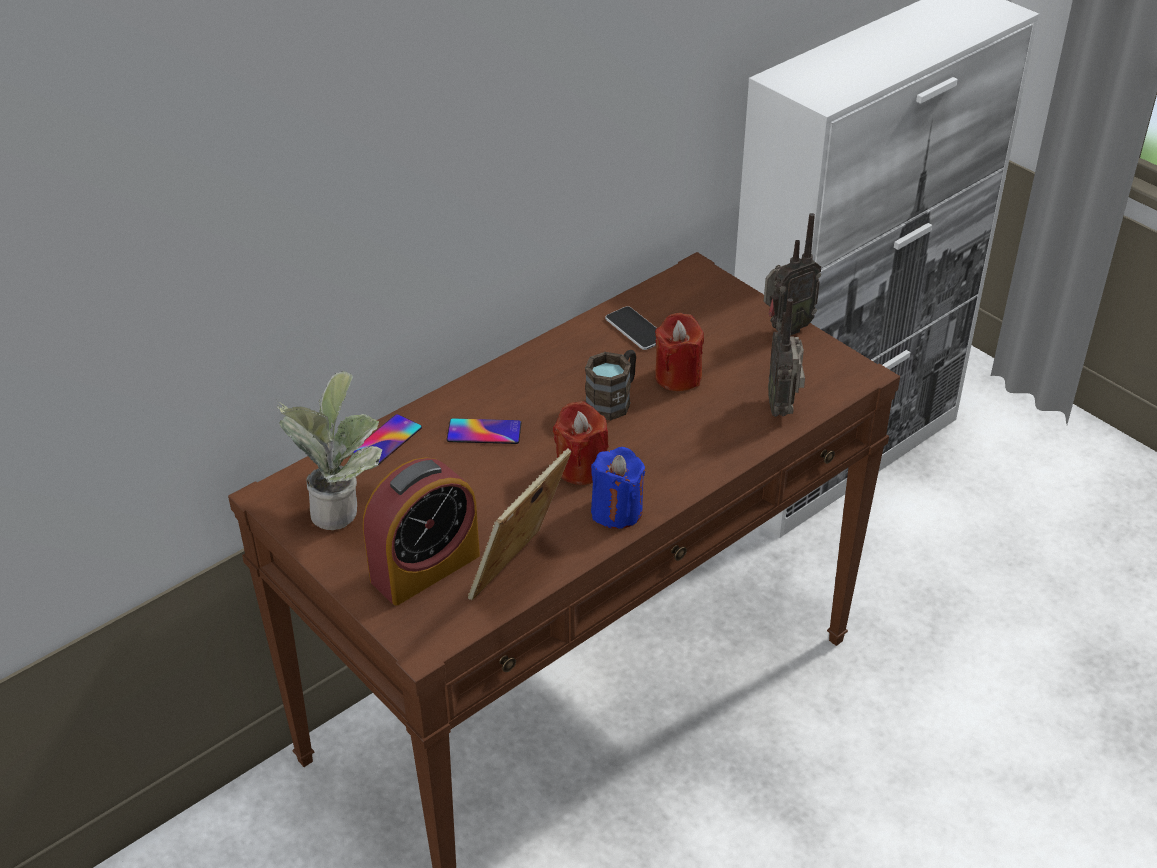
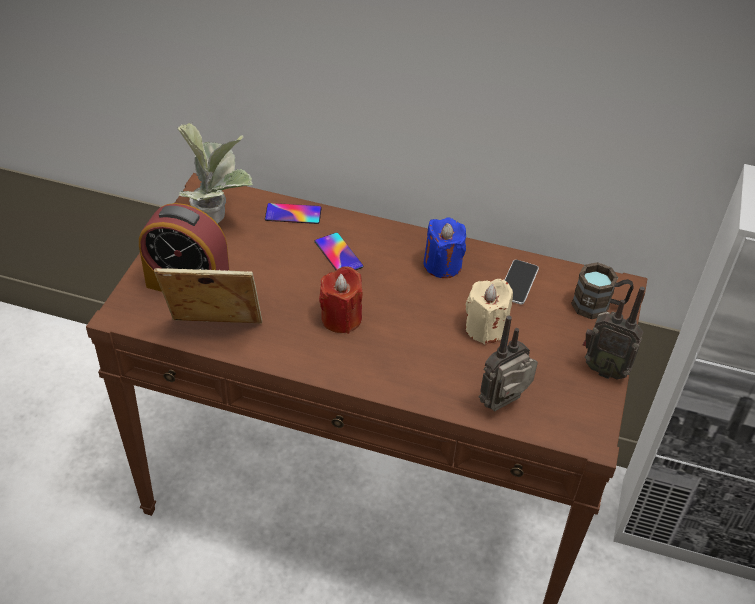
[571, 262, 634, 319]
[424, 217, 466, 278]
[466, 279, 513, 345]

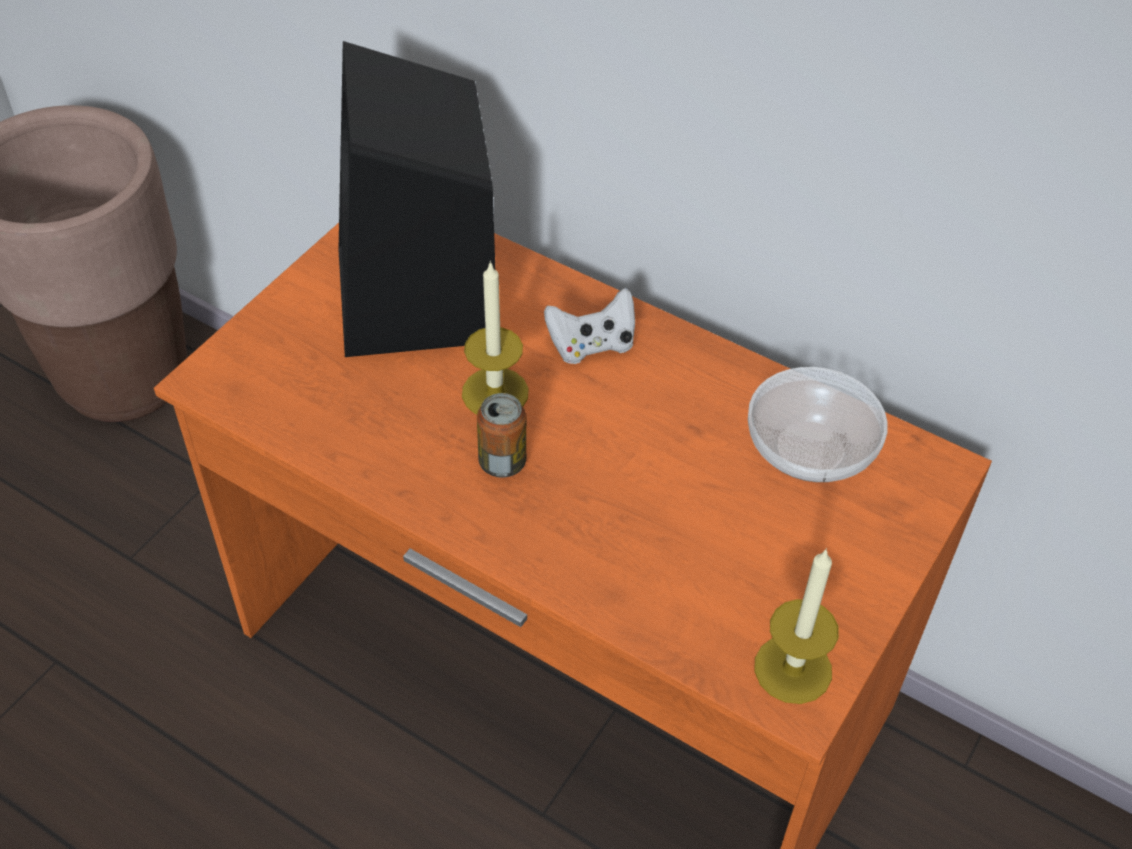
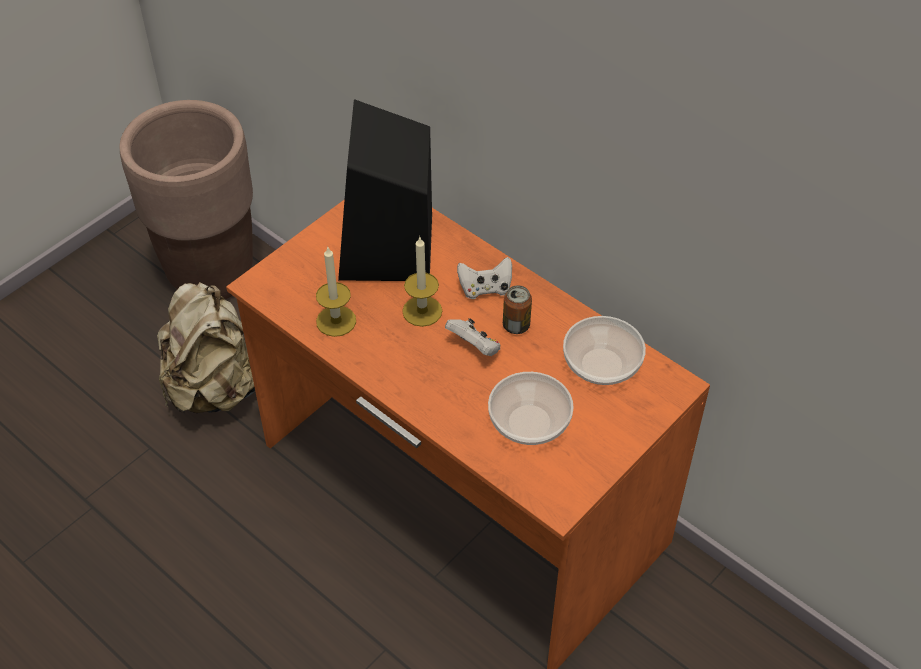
[503, 285, 532, 334]
[316, 247, 356, 337]
[157, 282, 255, 414]
[445, 318, 500, 356]
[488, 372, 574, 445]

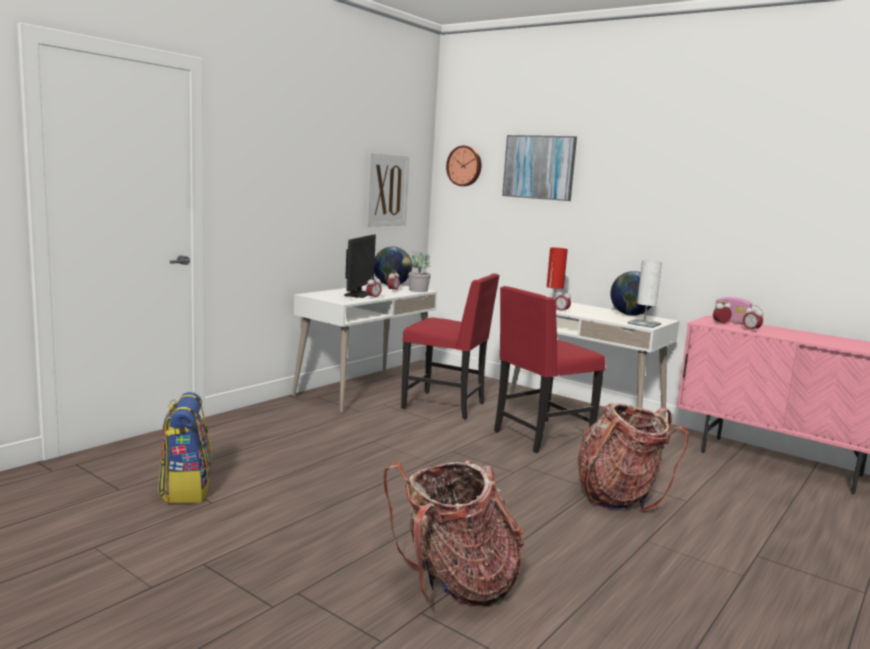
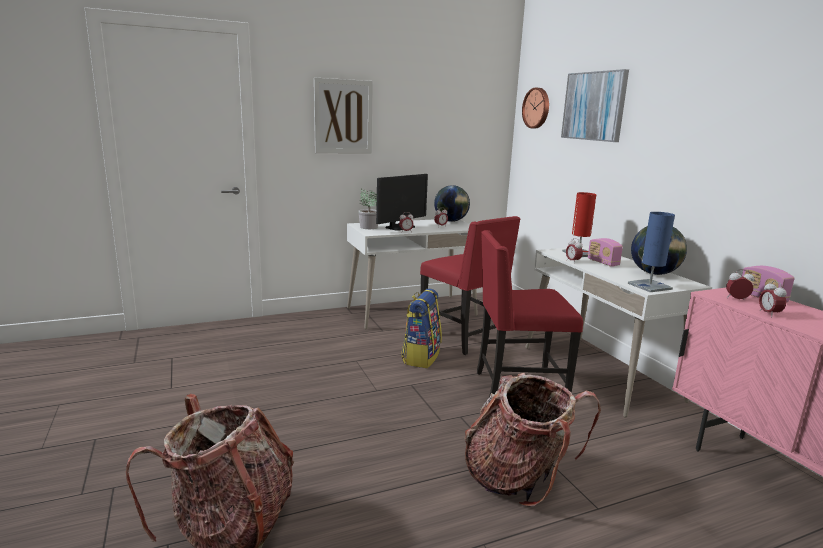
[401, 288, 442, 368]
[314, 77, 373, 154]
[358, 189, 378, 229]
[628, 212, 675, 292]
[588, 238, 623, 267]

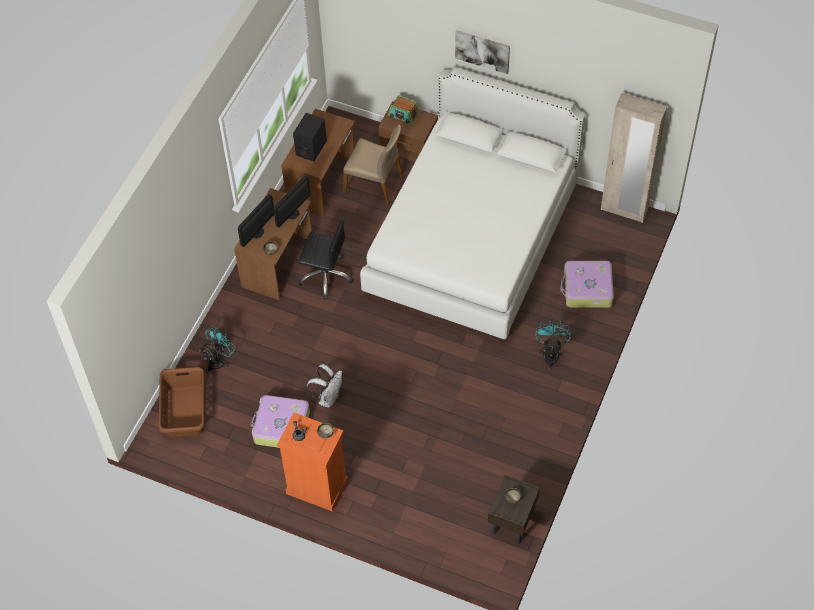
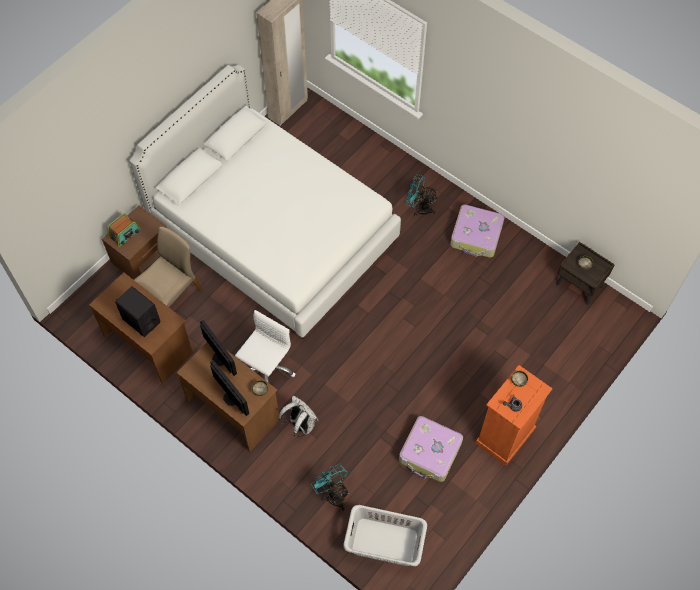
[344, 505, 427, 566]
[235, 310, 295, 383]
[279, 395, 318, 438]
[455, 30, 510, 74] (first image)
[450, 204, 505, 258]

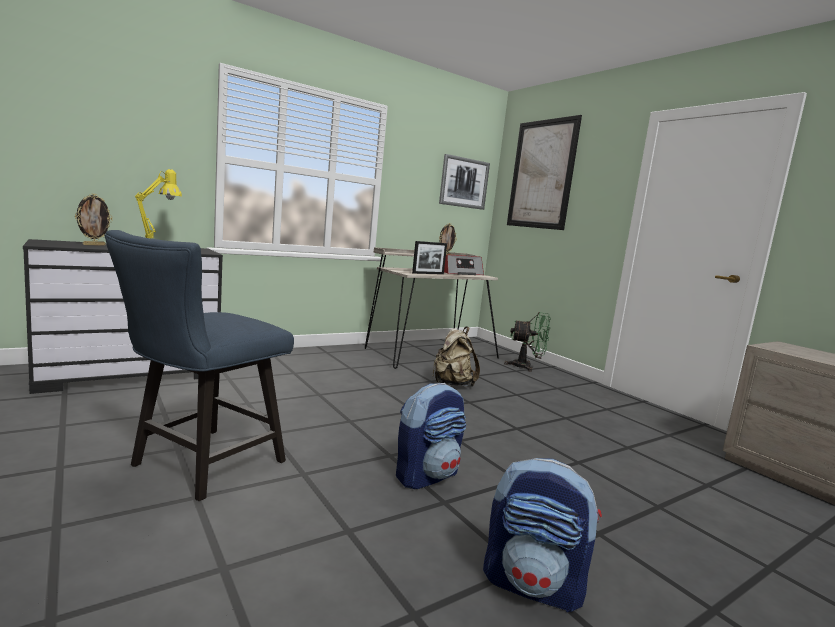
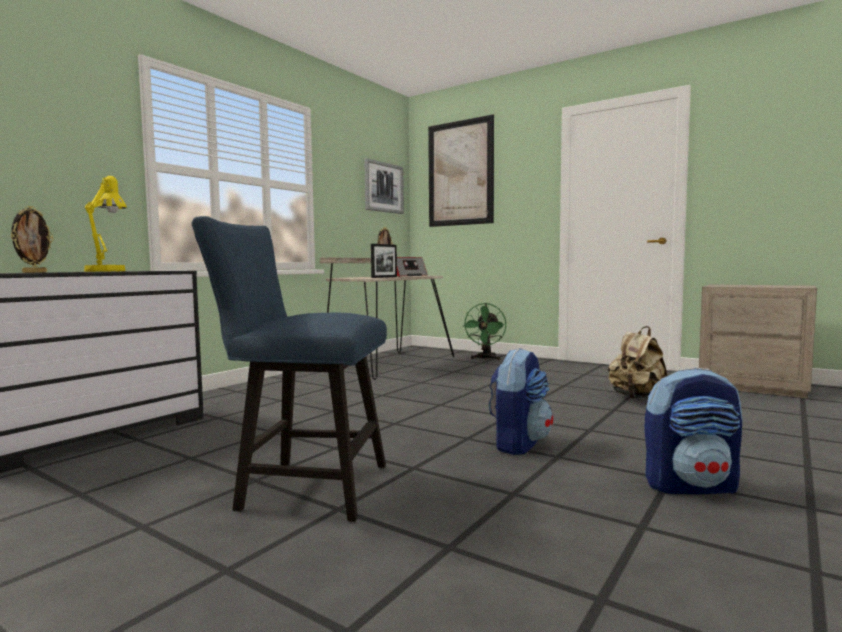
[191, 216, 387, 522]
[608, 326, 667, 399]
[463, 303, 506, 360]

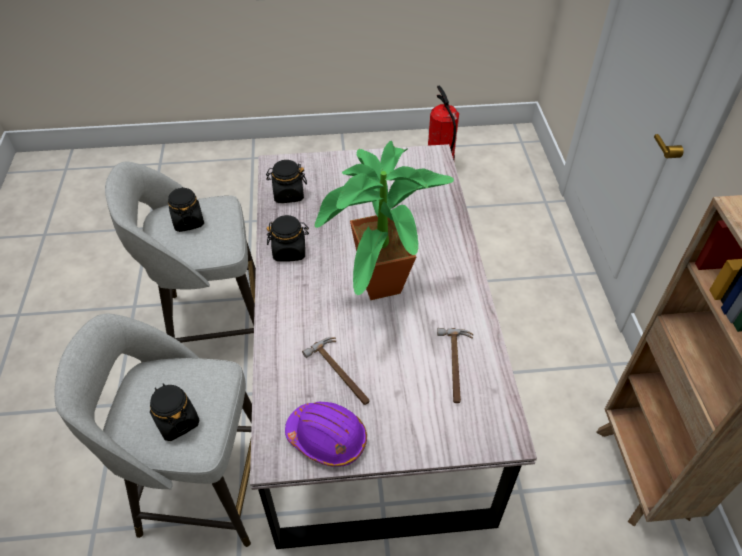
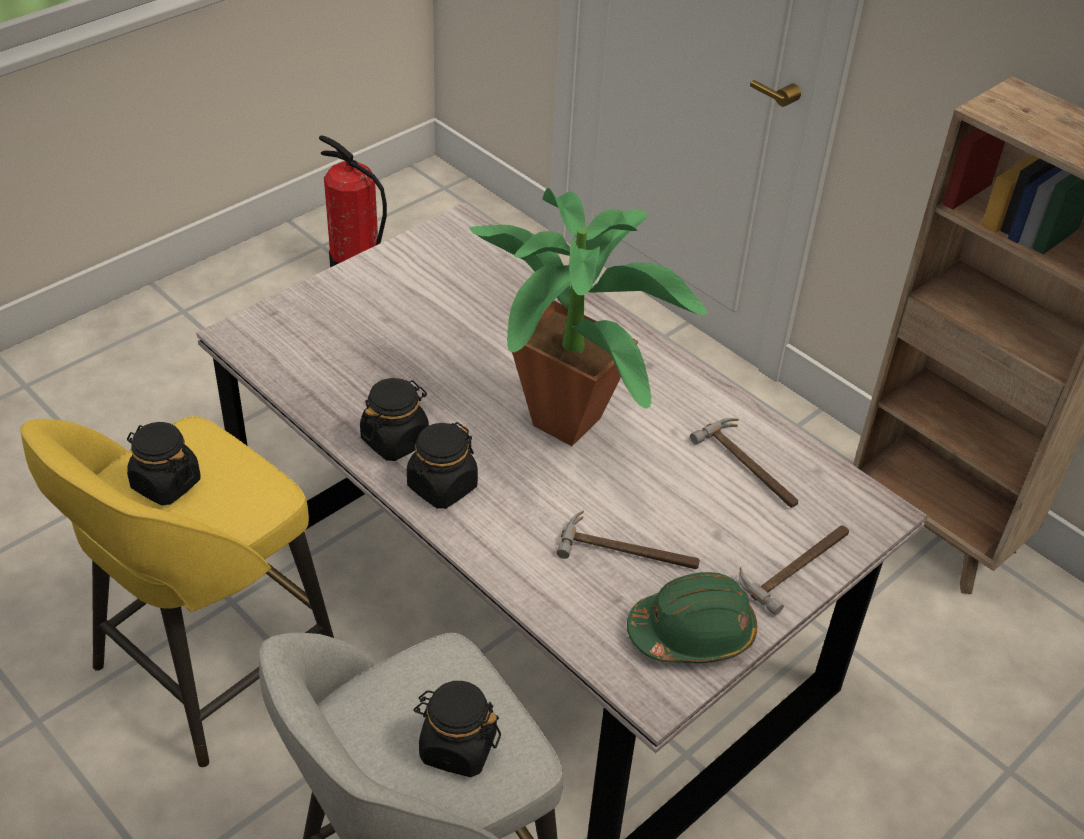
[20, 416, 334, 767]
[407, 422, 478, 509]
[627, 572, 757, 663]
[739, 525, 849, 616]

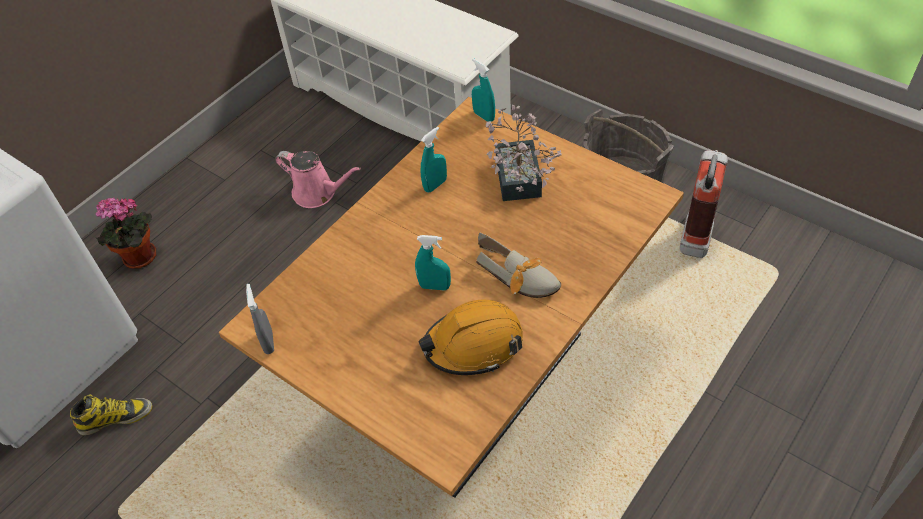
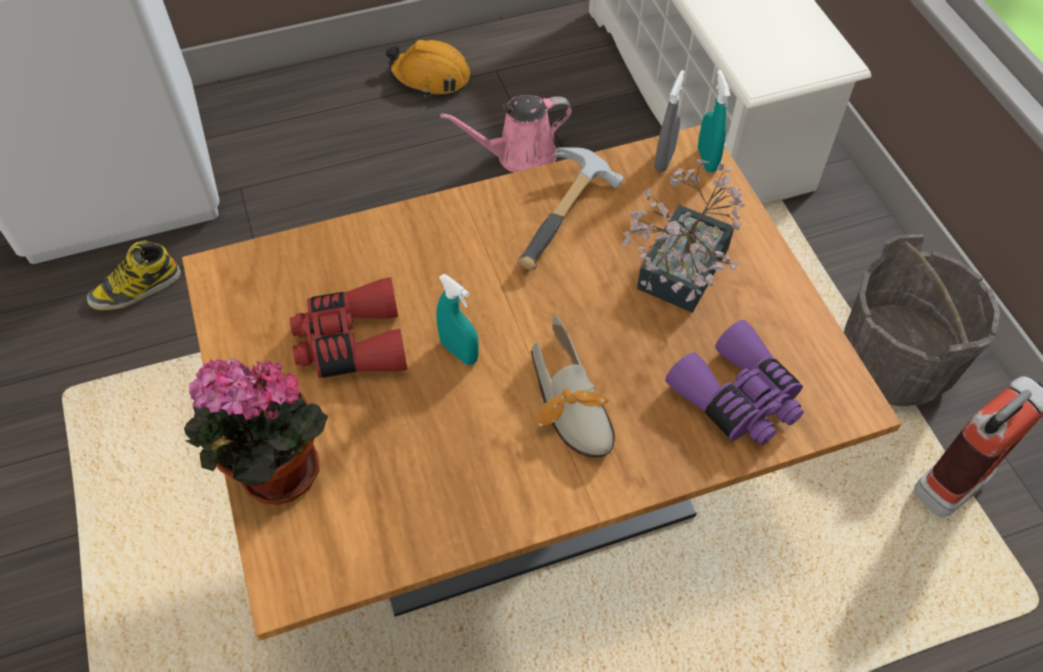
[87, 240, 181, 310]
[184, 358, 328, 505]
[654, 70, 685, 172]
[440, 95, 572, 172]
[386, 40, 470, 97]
[518, 147, 624, 270]
[290, 277, 408, 378]
[665, 320, 804, 445]

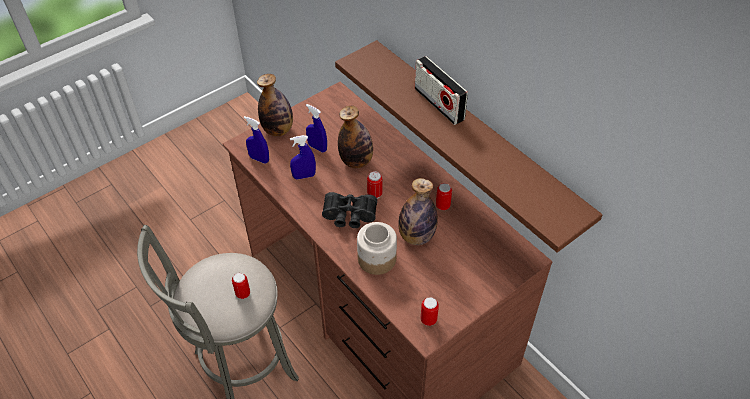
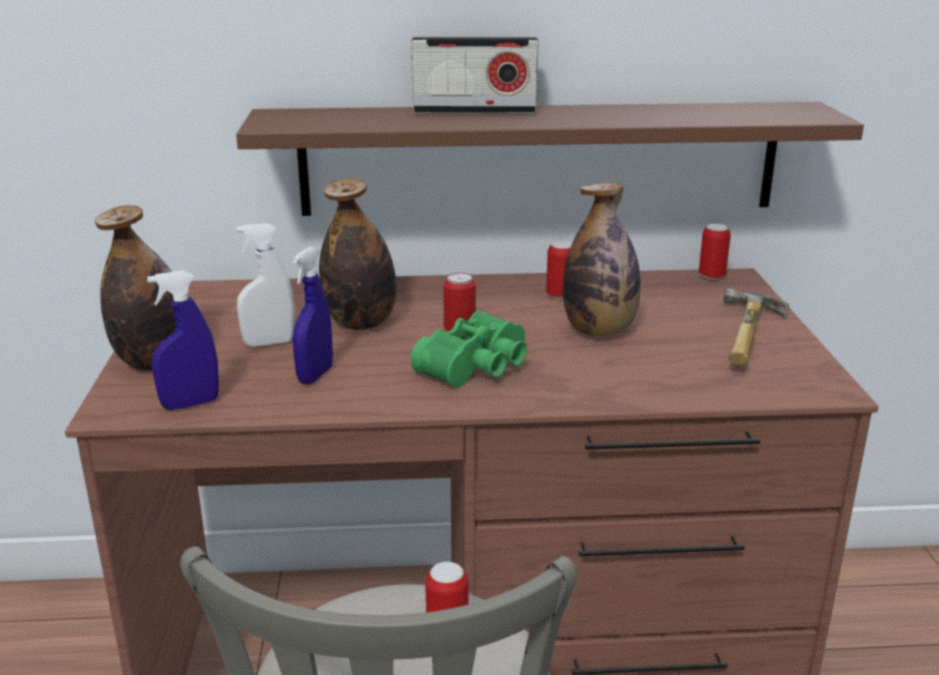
[236, 223, 295, 347]
[410, 311, 527, 387]
[357, 222, 397, 275] (first image)
[699, 224, 731, 280]
[724, 288, 789, 366]

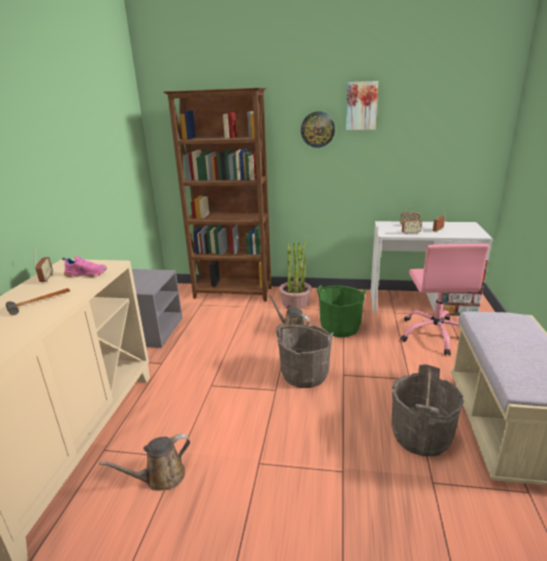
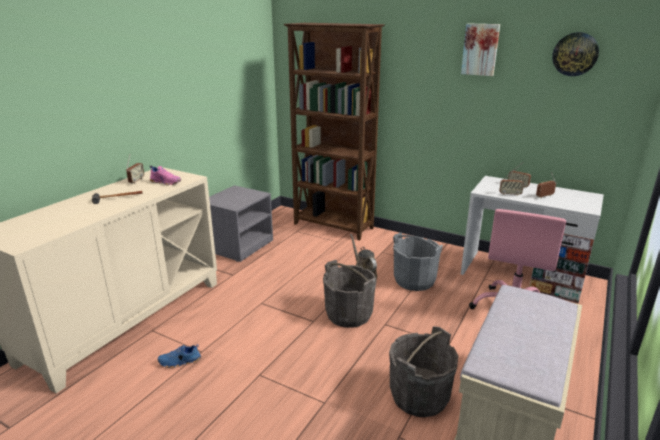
[157, 344, 201, 368]
[279, 241, 312, 308] (first image)
[552, 32, 599, 76]
[393, 232, 443, 291]

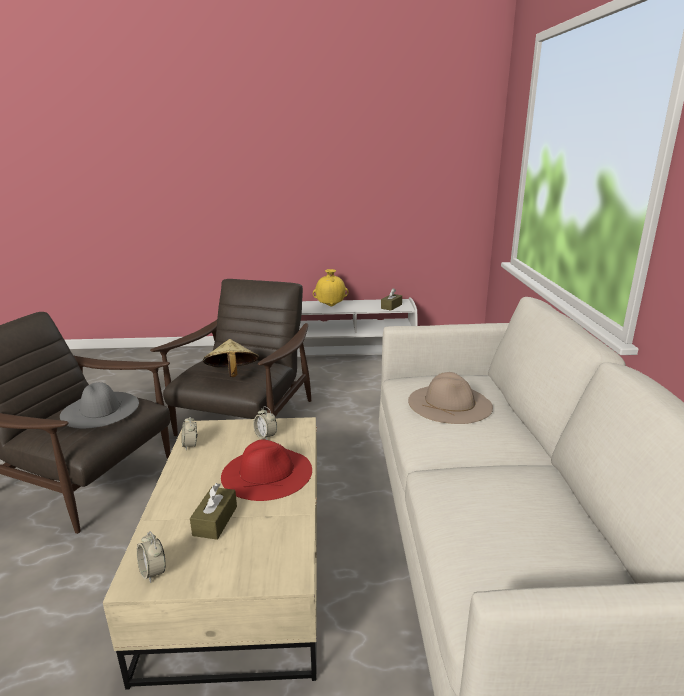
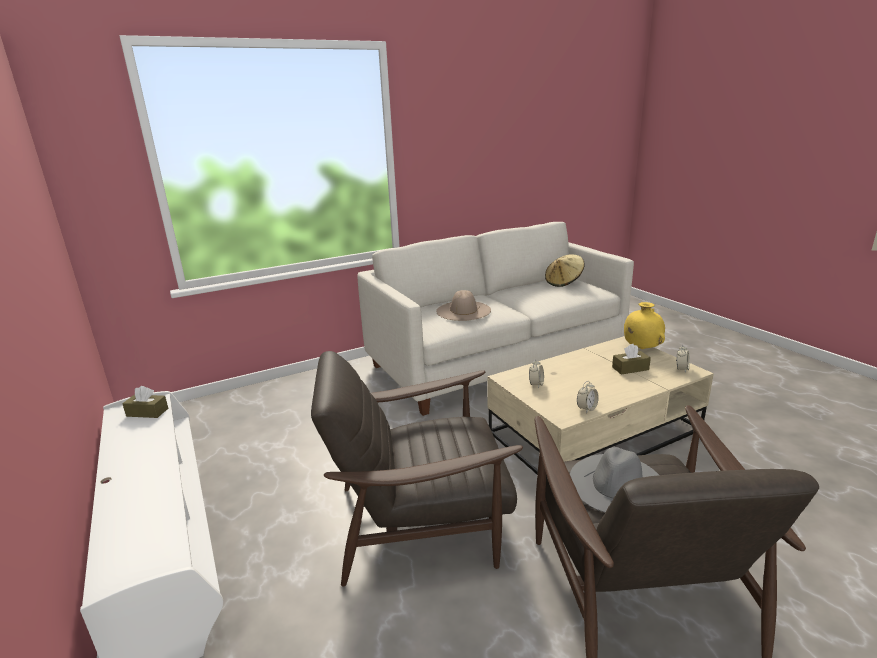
[545, 255, 585, 287]
[221, 439, 312, 501] (first image)
[624, 302, 665, 349]

